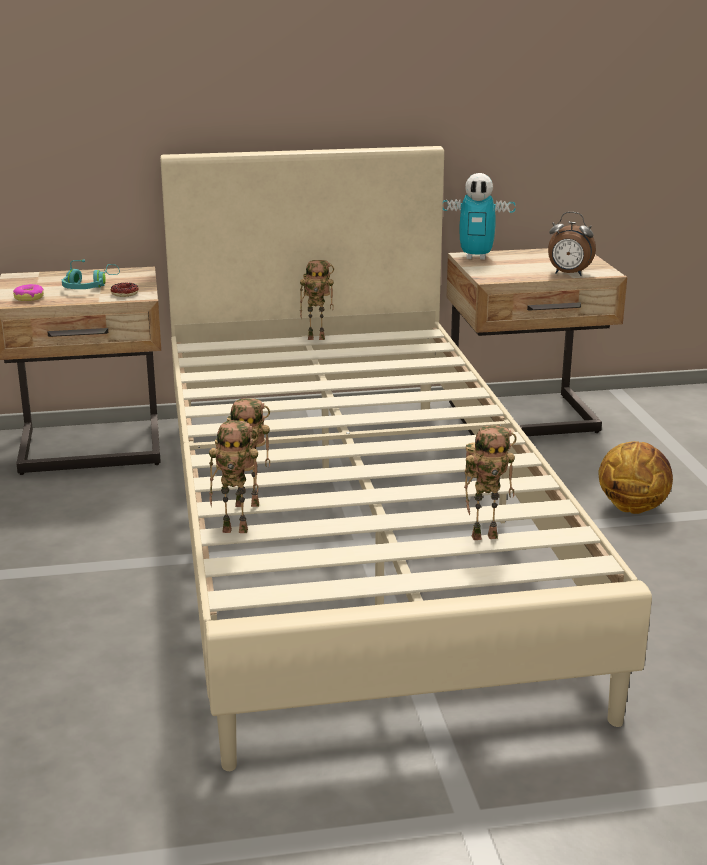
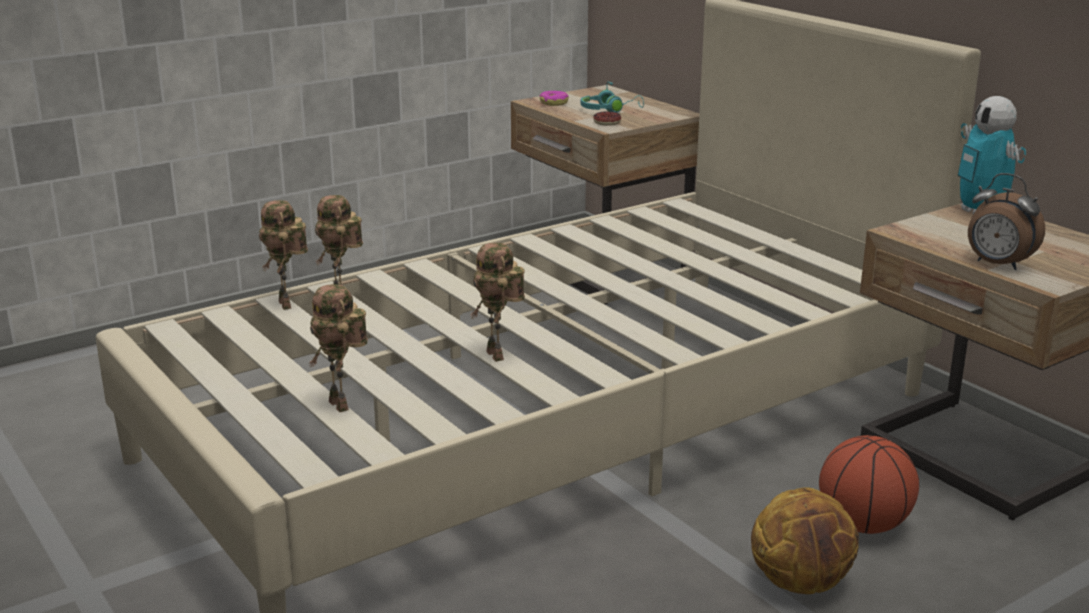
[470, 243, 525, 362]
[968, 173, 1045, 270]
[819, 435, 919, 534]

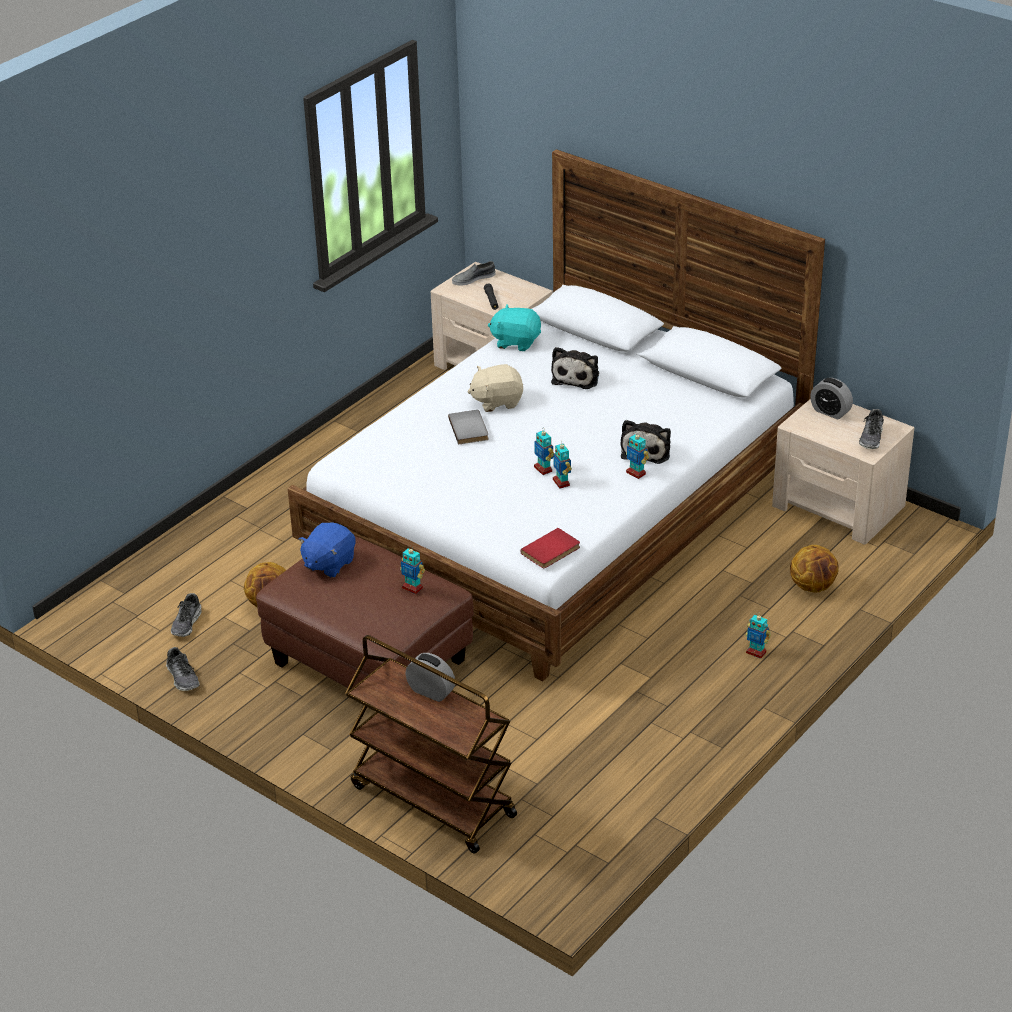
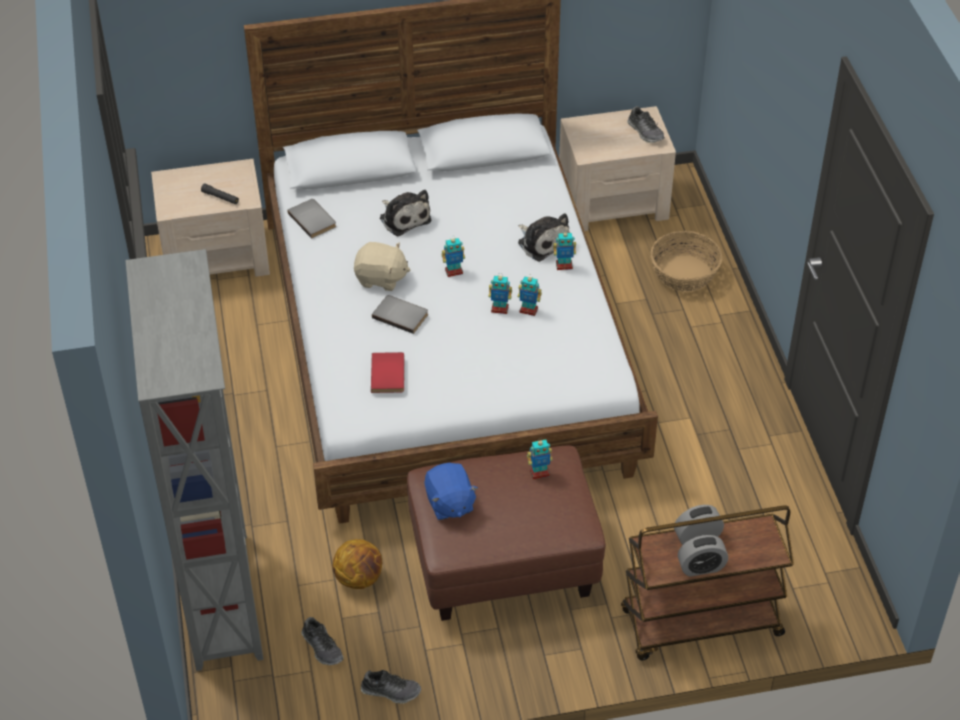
[452, 261, 495, 286] (first image)
[354, 242, 410, 291]
[288, 199, 336, 239]
[371, 352, 405, 393]
[441, 237, 465, 277]
[651, 231, 723, 292]
[678, 535, 728, 577]
[125, 249, 263, 671]

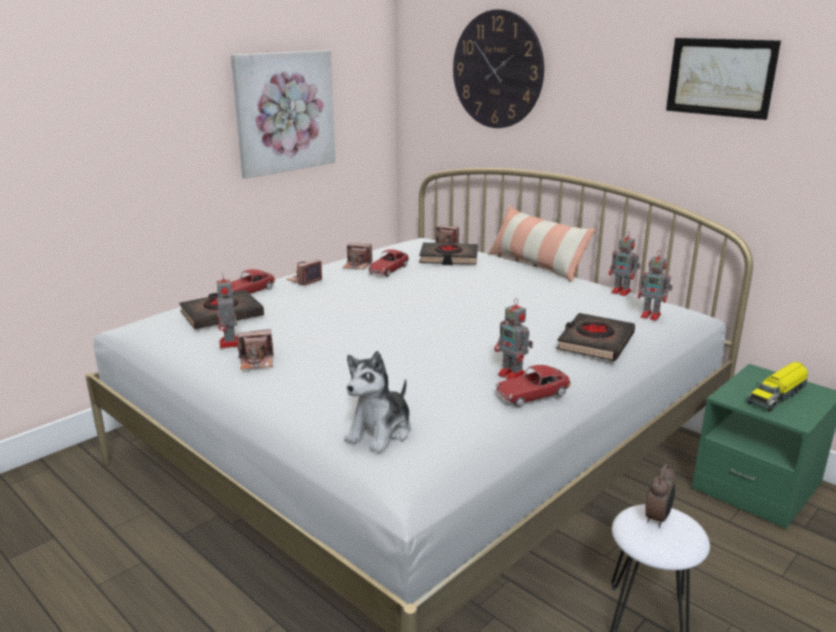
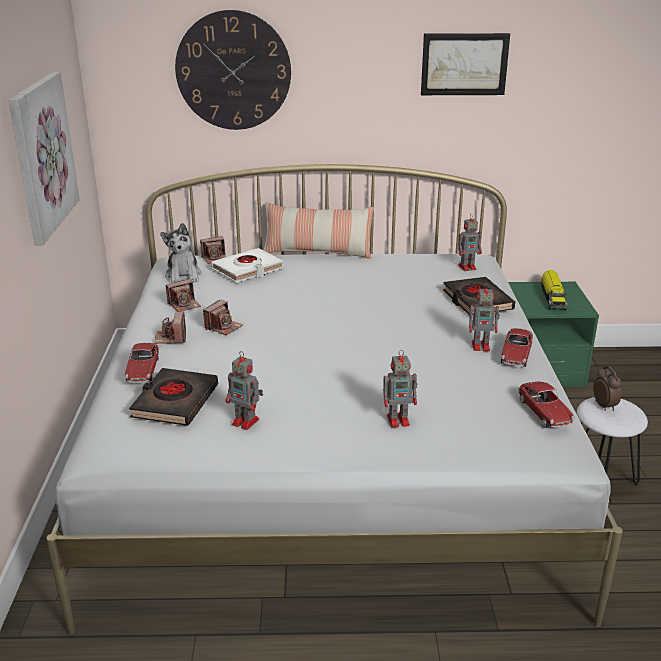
[203, 299, 243, 335]
[160, 223, 202, 283]
[518, 381, 575, 428]
[211, 248, 284, 283]
[383, 350, 417, 428]

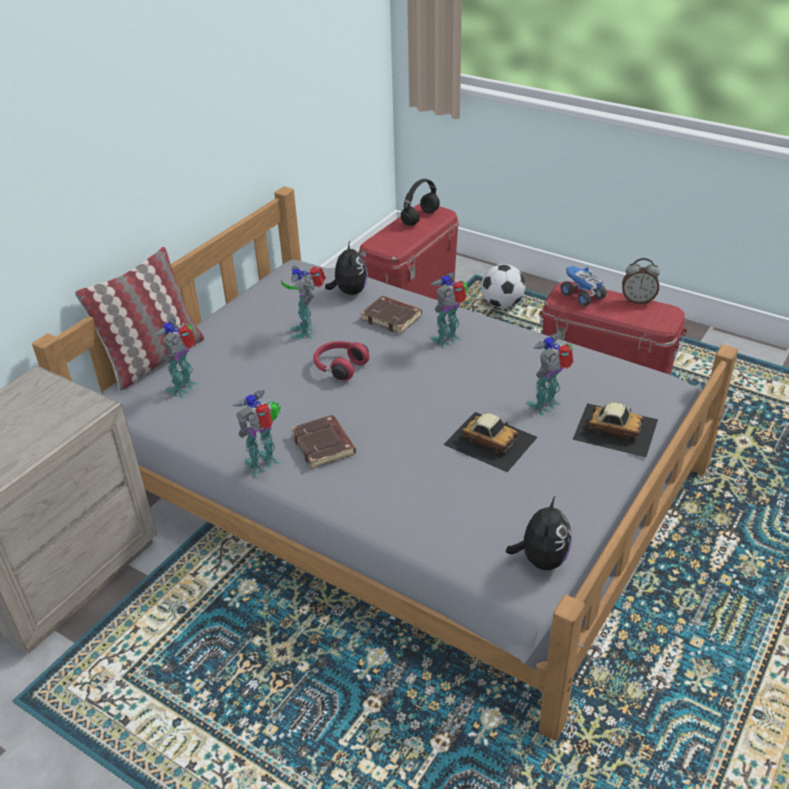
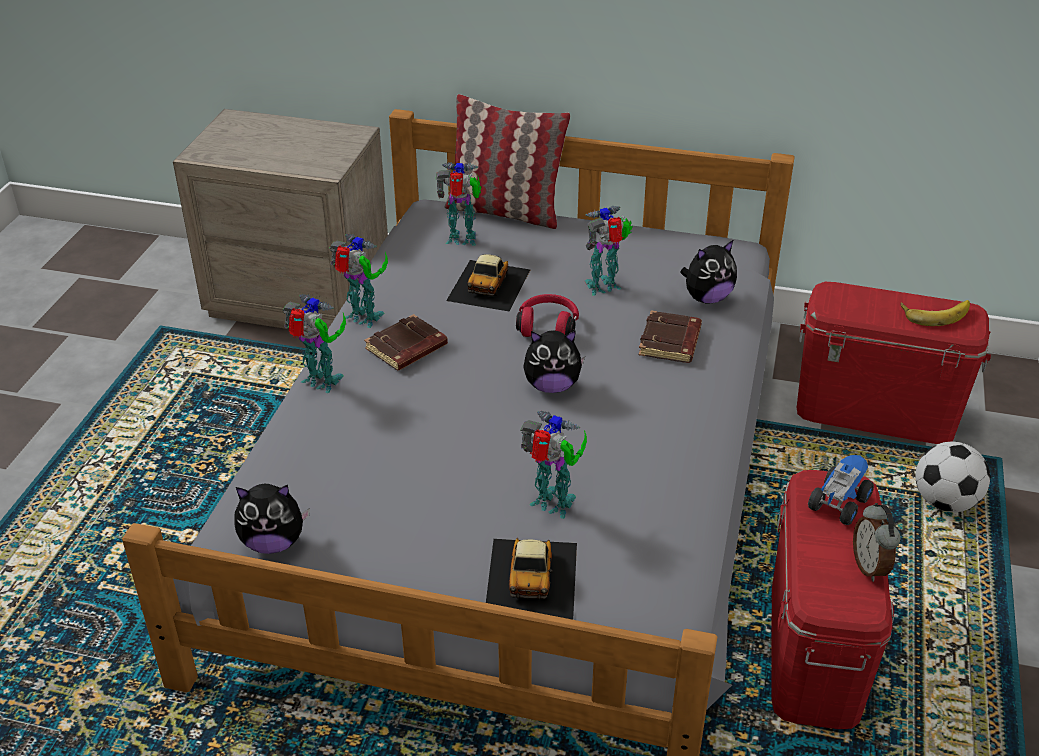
[900, 300, 970, 326]
[282, 294, 346, 393]
[446, 254, 530, 311]
[523, 330, 585, 393]

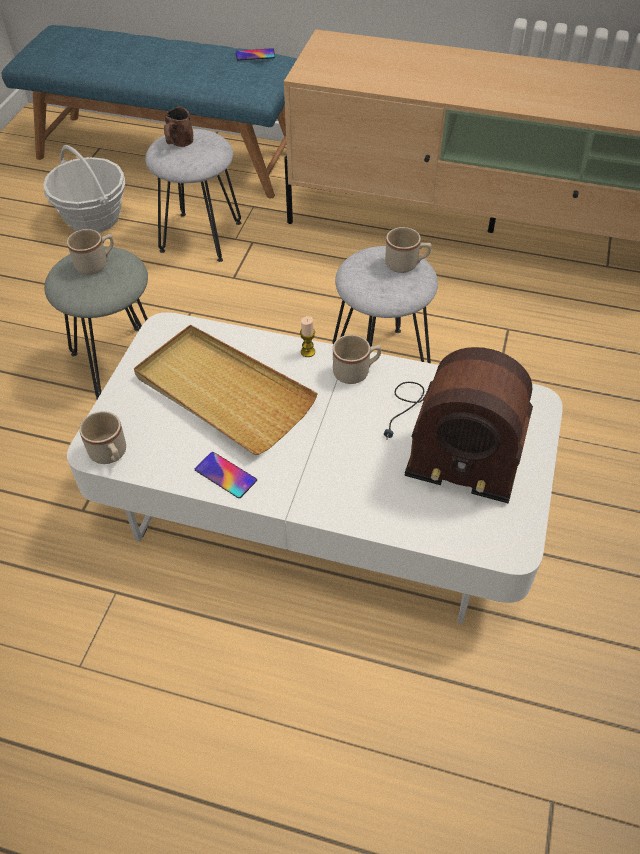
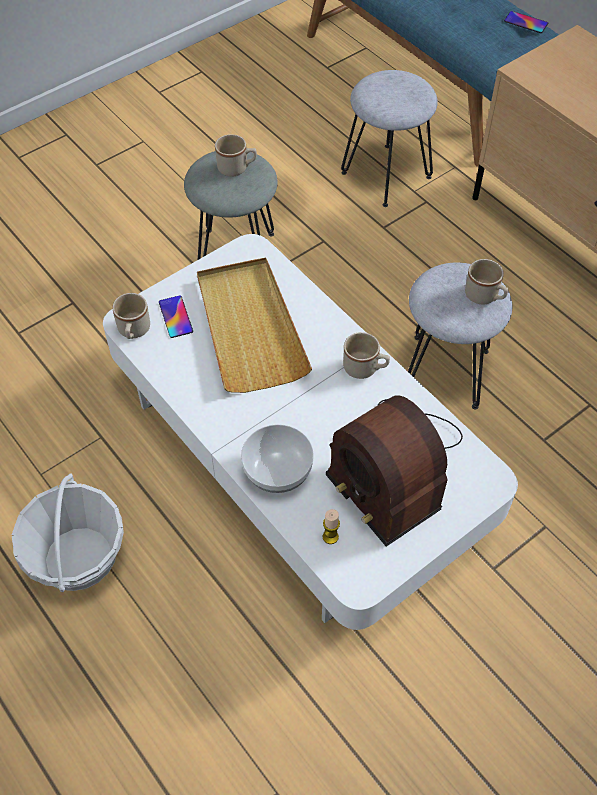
[12, 473, 124, 592]
[164, 106, 193, 147] (first image)
[159, 295, 193, 338]
[323, 509, 340, 544]
[241, 424, 314, 493]

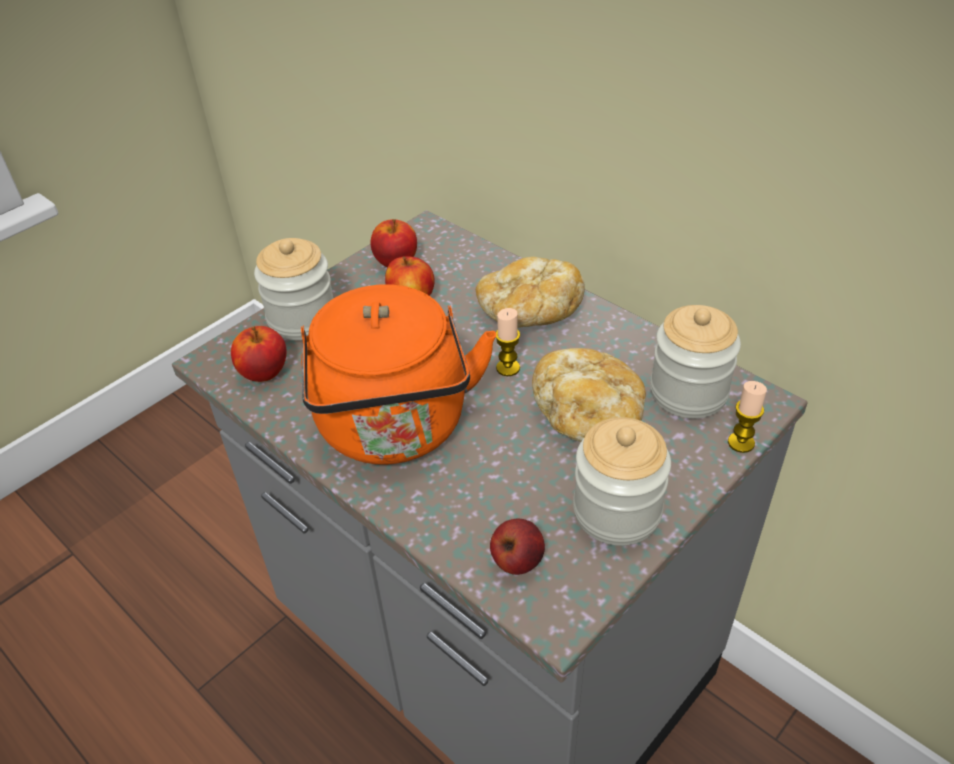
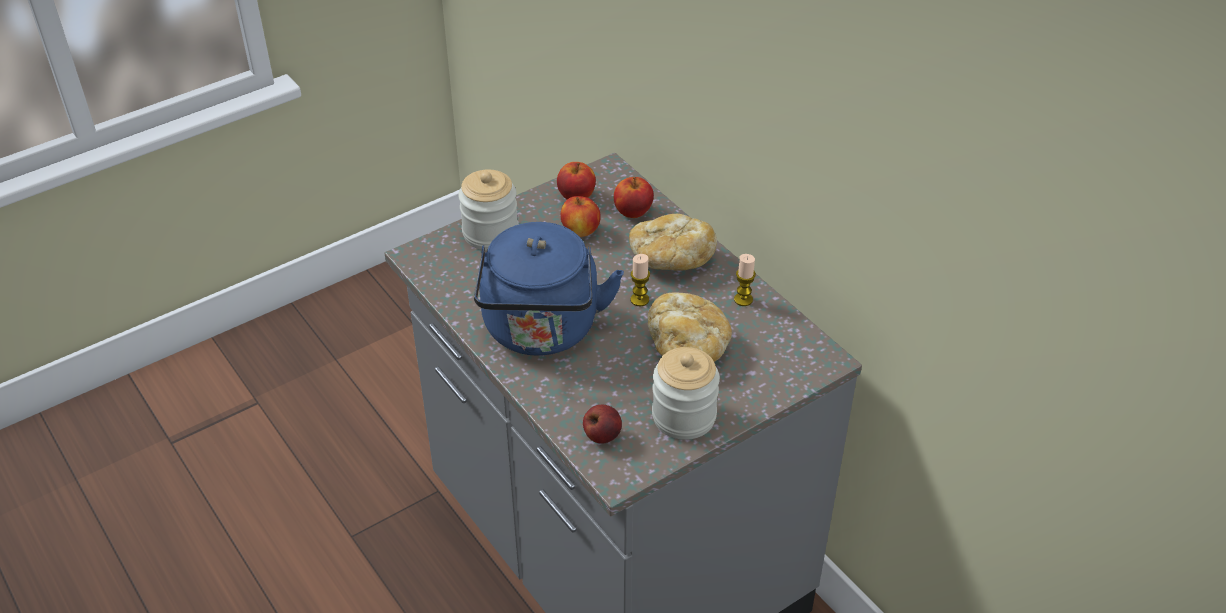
[614, 177, 654, 218]
[474, 222, 624, 356]
[650, 305, 741, 419] (first image)
[734, 254, 756, 306]

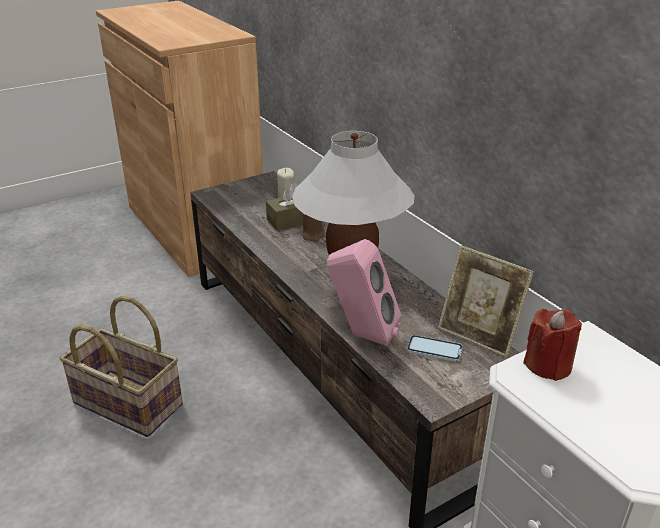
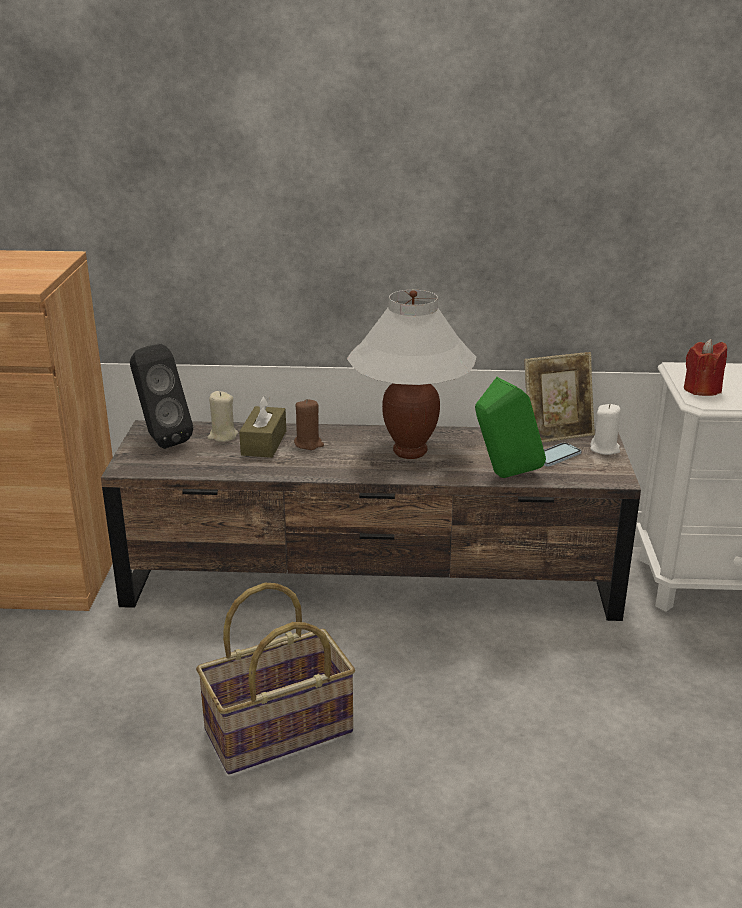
[475, 377, 546, 478]
[130, 344, 193, 449]
[590, 404, 621, 455]

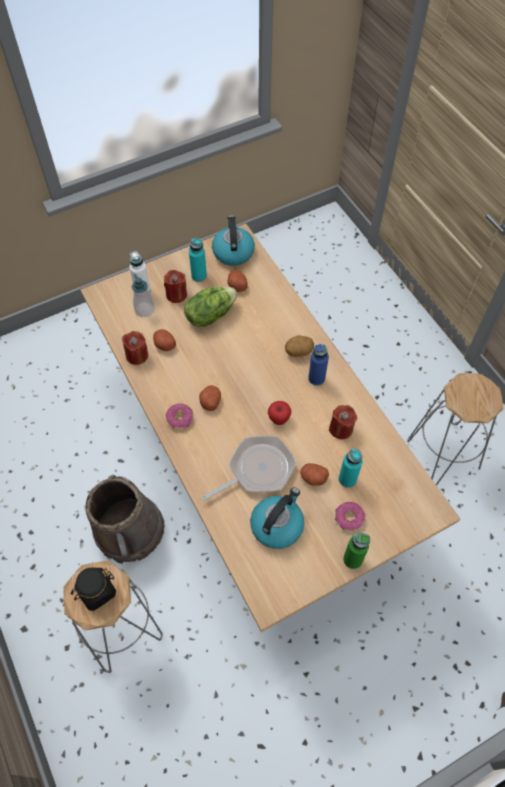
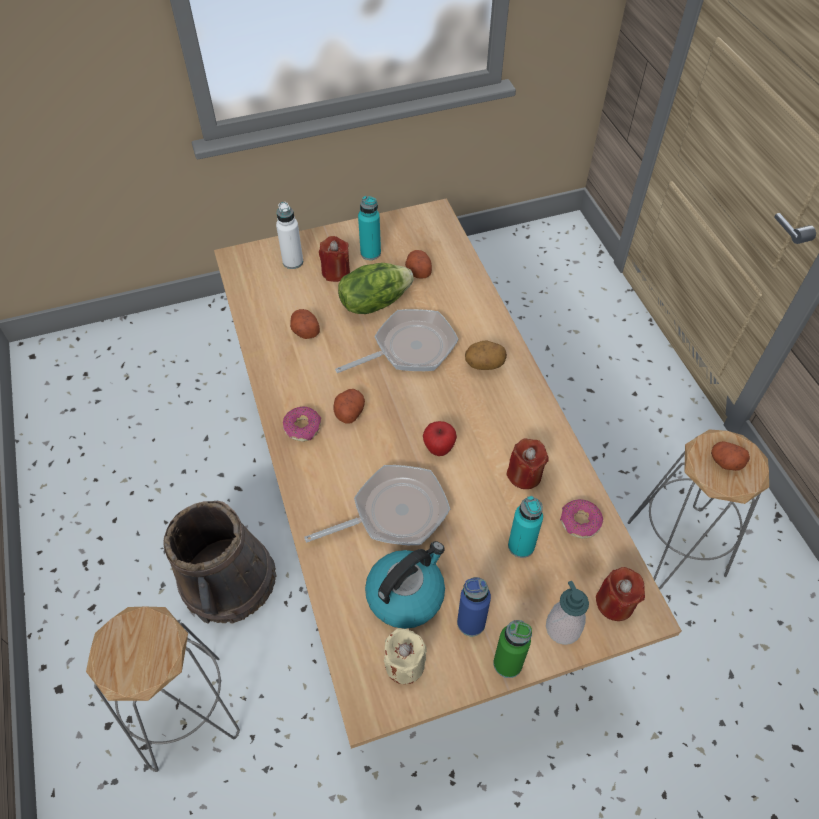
[71, 567, 116, 611] (first image)
[596, 567, 645, 621]
[546, 581, 589, 645]
[212, 215, 255, 266] (first image)
[711, 441, 750, 471]
[457, 577, 491, 636]
[560, 499, 603, 539]
[335, 309, 459, 373]
[384, 628, 427, 684]

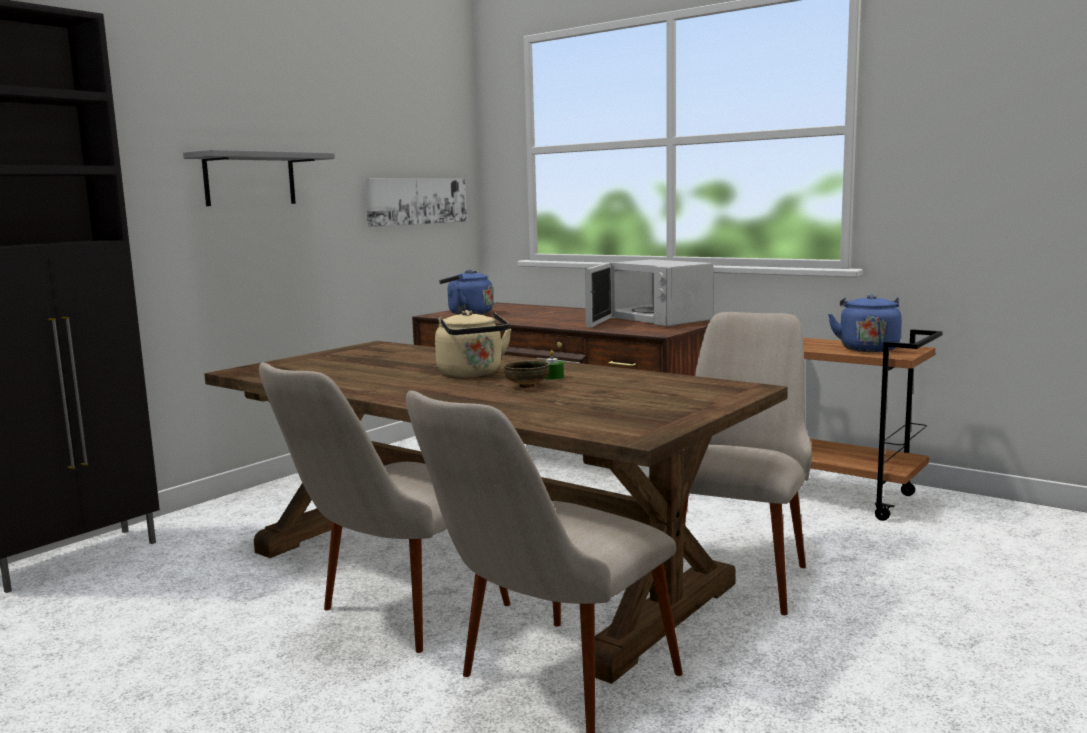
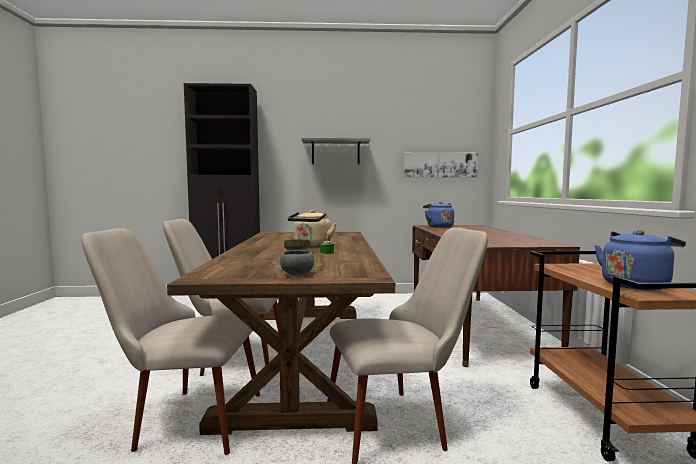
[585, 259, 713, 328] (first image)
[280, 250, 314, 275]

